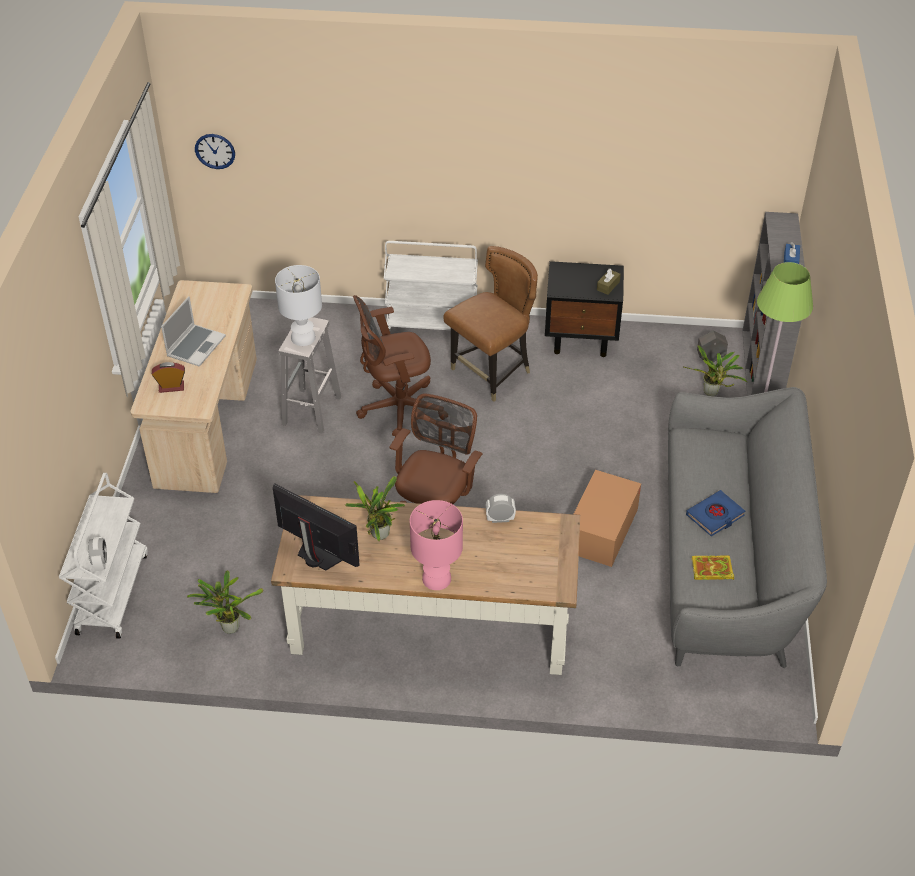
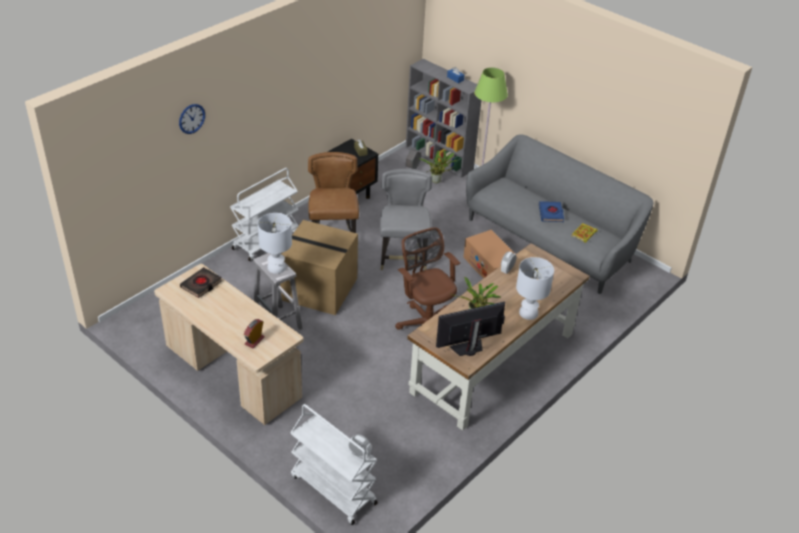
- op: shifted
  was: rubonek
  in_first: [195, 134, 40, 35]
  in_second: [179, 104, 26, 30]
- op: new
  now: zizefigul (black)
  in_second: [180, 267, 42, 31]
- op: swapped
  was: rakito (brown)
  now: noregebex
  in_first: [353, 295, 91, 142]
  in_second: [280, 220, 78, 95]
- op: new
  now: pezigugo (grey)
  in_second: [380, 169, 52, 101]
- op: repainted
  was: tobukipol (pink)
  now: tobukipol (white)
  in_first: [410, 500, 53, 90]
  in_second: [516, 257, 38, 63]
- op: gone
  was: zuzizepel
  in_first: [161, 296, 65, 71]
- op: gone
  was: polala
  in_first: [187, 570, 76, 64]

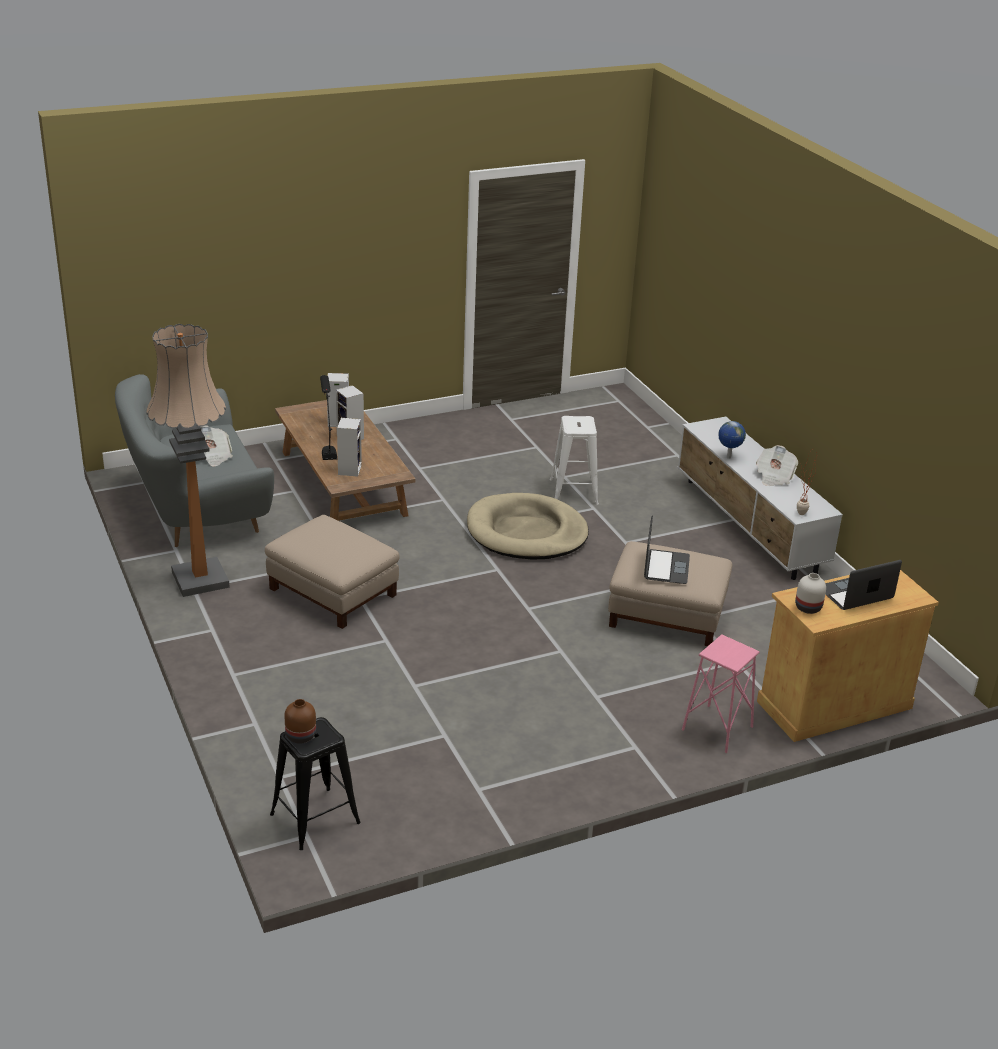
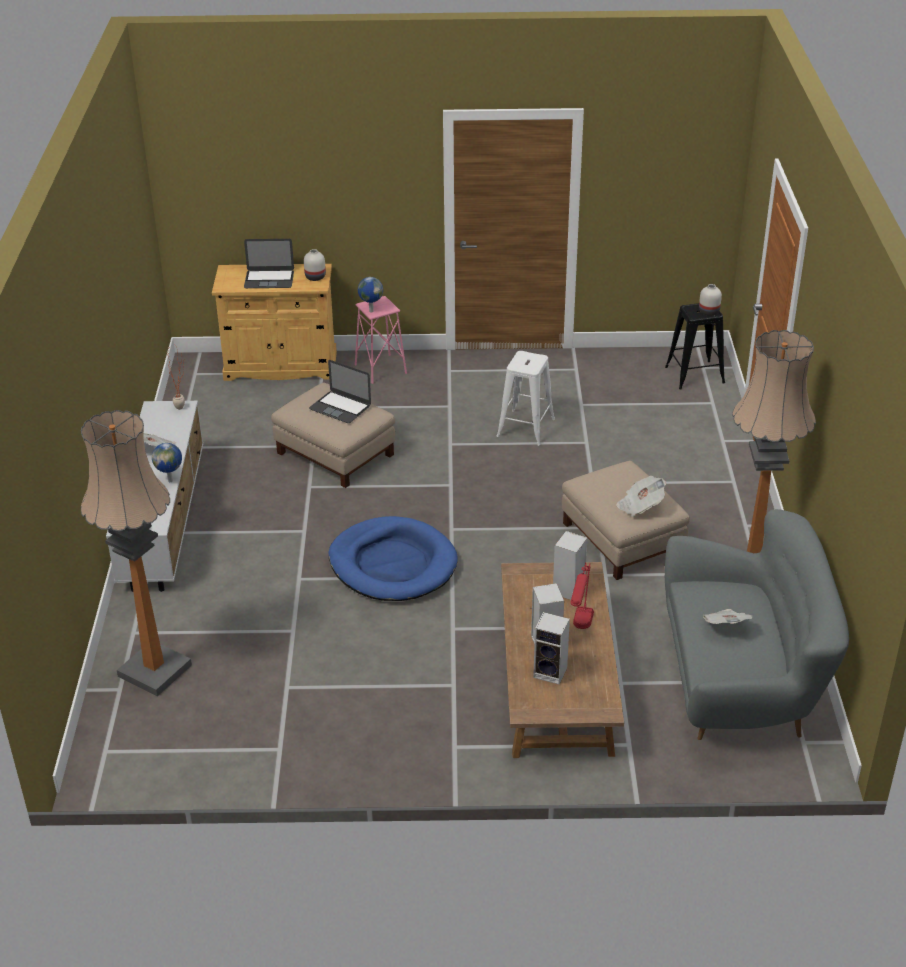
- op: new
  now: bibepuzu
  in_second: [81, 410, 111, 286]
- op: rotated
  was: zuzizepel
  in_first: [644, 515, 46, 69]
  in_second: [309, 360, 62, 63]
  clockwise: -90
- op: repainted
  was: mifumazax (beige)
  now: mifumazax (blue)
  in_first: [467, 493, 122, 67]
  in_second: [329, 516, 129, 85]
- op: new
  now: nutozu
  in_second: [358, 277, 25, 35]
- op: shifted
  was: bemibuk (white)
  in_first: [550, 416, 49, 89]
  in_second: [497, 351, 58, 95]
- op: repainted
  was: tobukipol (black)
  now: tobukipol (red)
  in_first: [320, 375, 17, 85]
  in_second: [571, 562, 23, 67]
- op: new
  now: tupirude
  in_second: [616, 476, 50, 41]
- op: repainted
  was: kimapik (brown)
  now: kimapik (white)
  in_first: [285, 699, 31, 45]
  in_second: [699, 284, 23, 32]

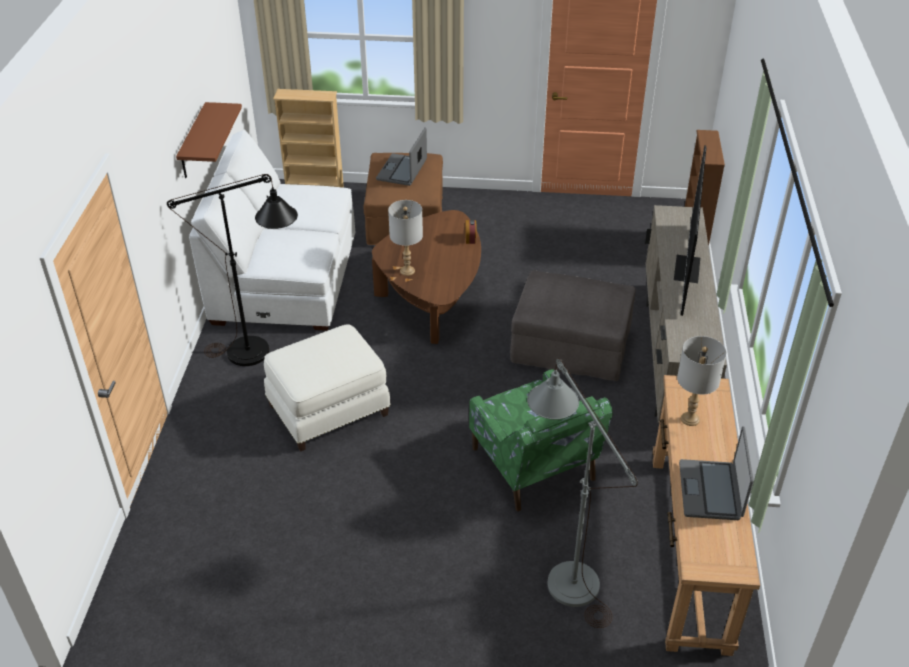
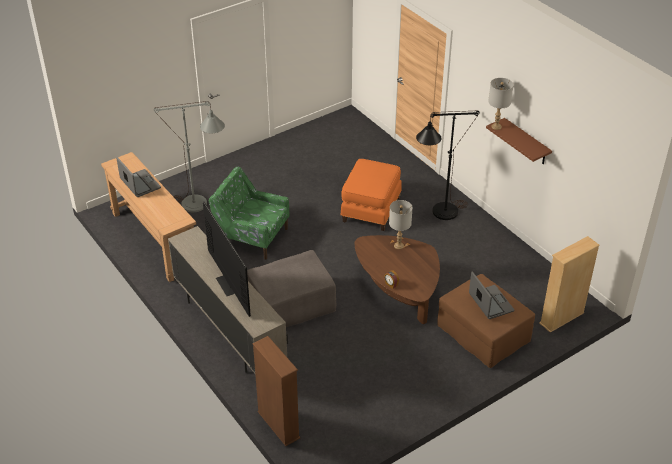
- op: repainted
  was: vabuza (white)
  now: vabuza (orange)
  in_first: [264, 324, 127, 128]
  in_second: [340, 159, 62, 72]
- op: shifted
  was: tobukipol (grey)
  in_first: [677, 336, 49, 90]
  in_second: [488, 78, 26, 52]
- op: gone
  was: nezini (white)
  in_first: [189, 129, 166, 202]

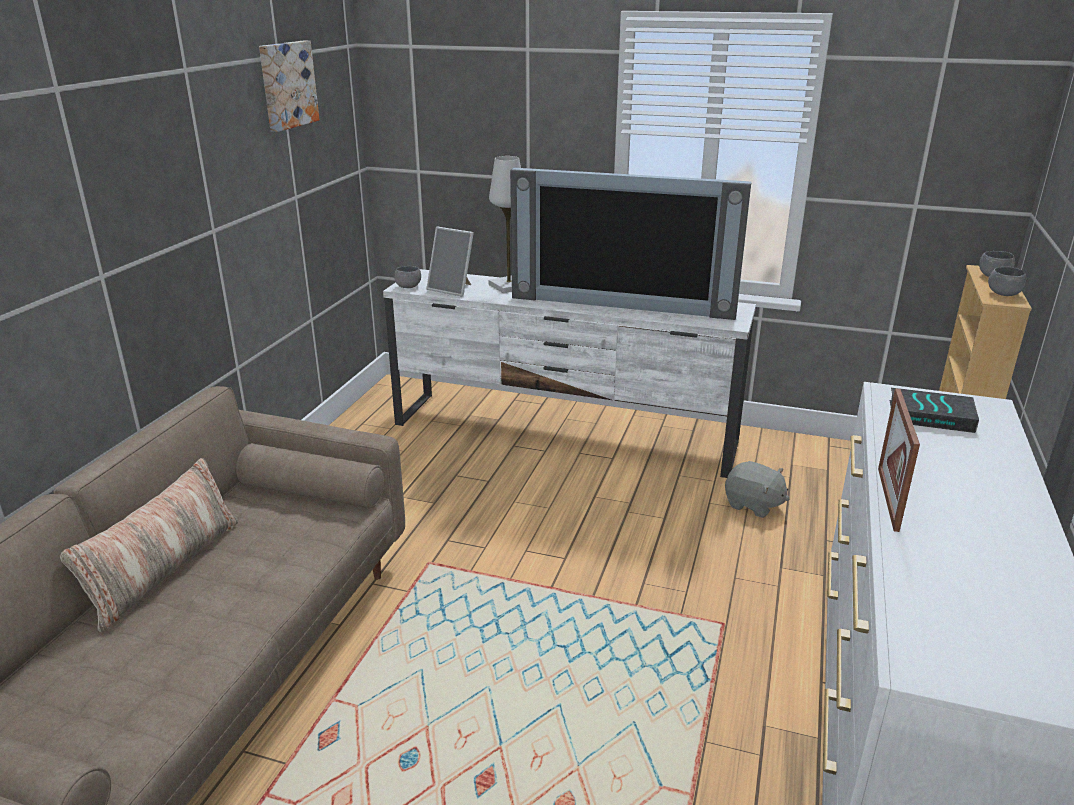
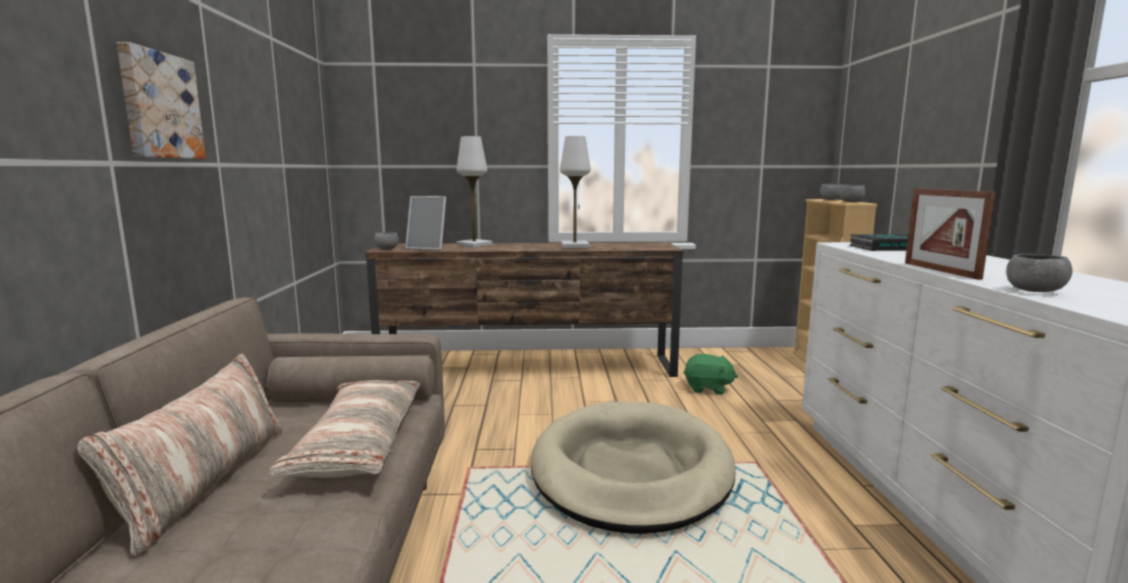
- op: shifted
  was: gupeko
  in_first: [259, 41, 60, 91]
  in_second: [117, 42, 89, 117]
- op: new
  now: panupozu
  in_second: [269, 380, 151, 98]
- op: repainted
  was: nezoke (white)
  now: nezoke (brown)
  in_first: [383, 269, 373, 209]
  in_second: [365, 242, 318, 135]
- op: new
  now: mifumazax (beige)
  in_second: [531, 401, 205, 133]
- op: swapped
  was: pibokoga
  now: tobukipol (white)
  in_first: [510, 168, 242, 152]
  in_second: [560, 136, 31, 112]
- op: repainted
  was: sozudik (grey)
  now: sozudik (green)
  in_first: [725, 461, 64, 57]
  in_second: [684, 354, 54, 41]
- op: new
  now: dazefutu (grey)
  in_second: [1006, 254, 66, 38]

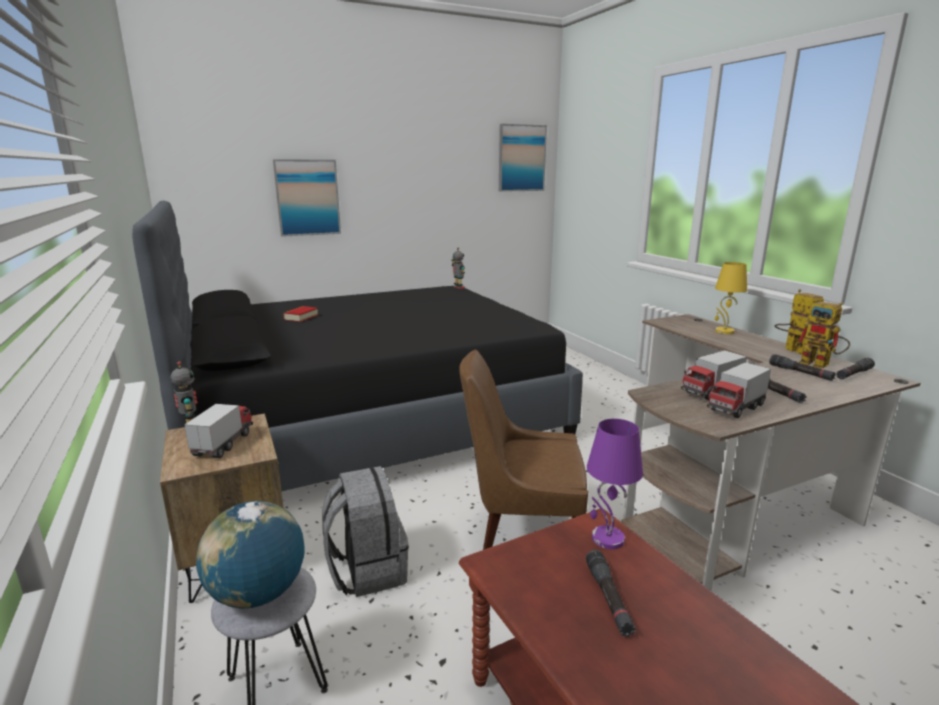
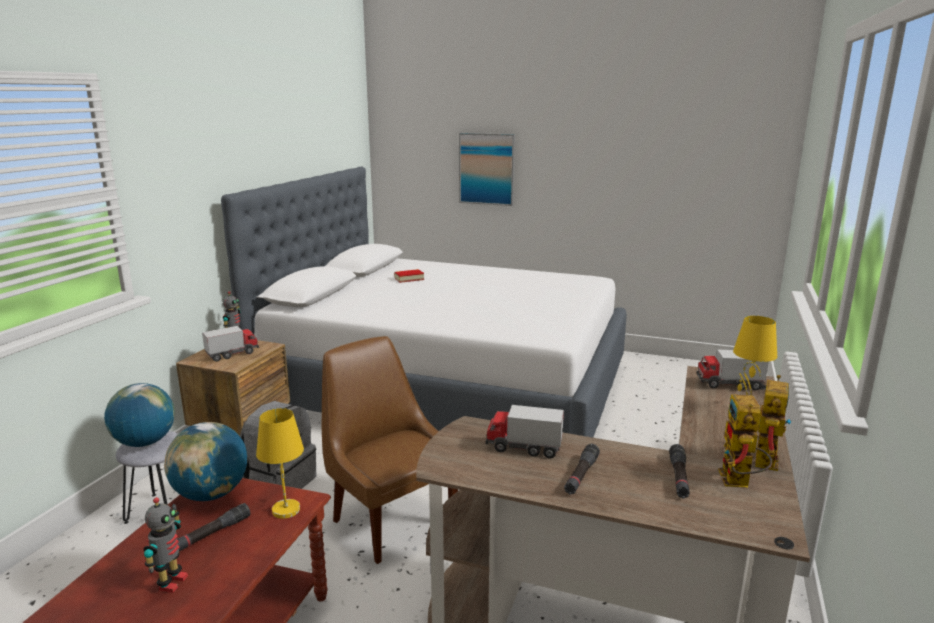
- op: shifted
  was: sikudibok
  in_first: [451, 248, 14, 41]
  in_second: [144, 497, 44, 96]
- op: new
  now: nutozu
  in_second: [164, 422, 83, 79]
- op: repainted
  was: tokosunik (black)
  now: tokosunik (white)
  in_first: [132, 201, 451, 290]
  in_second: [221, 167, 406, 271]
- op: repainted
  was: tobukipol (purple)
  now: tobukipol (yellow)
  in_first: [587, 419, 56, 130]
  in_second: [256, 408, 48, 111]
- op: shifted
  was: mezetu
  in_first: [707, 362, 64, 56]
  in_second: [696, 349, 73, 41]
- op: gone
  was: gupeko
  in_first: [499, 124, 48, 68]
- op: gone
  was: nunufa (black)
  in_first: [836, 358, 39, 21]

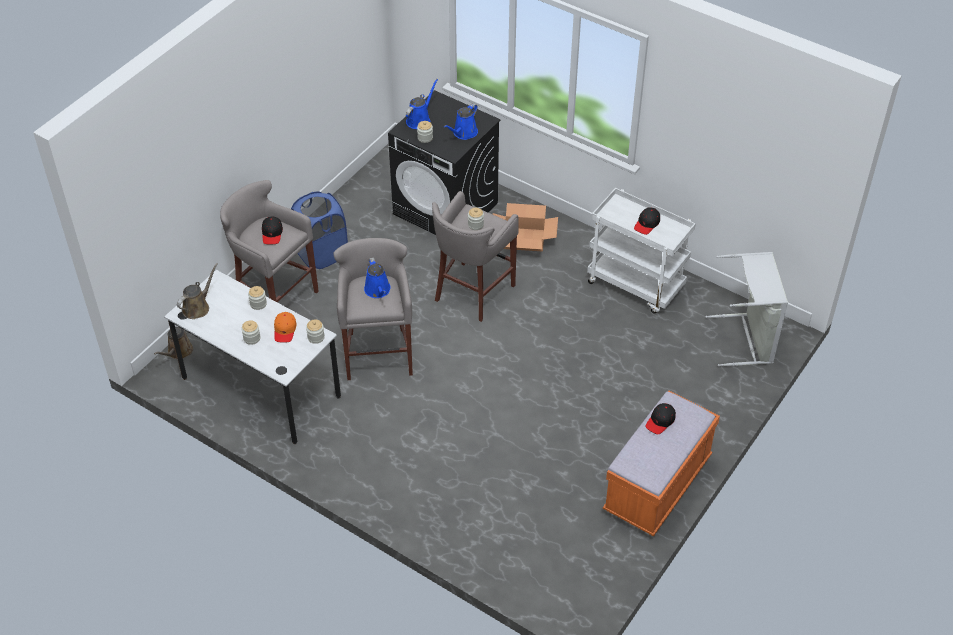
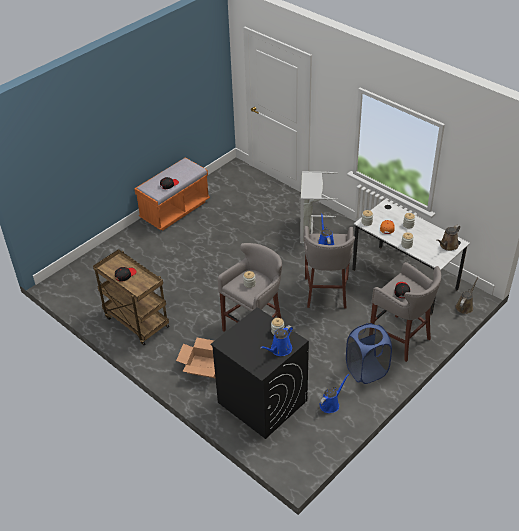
- op: repainted
  was: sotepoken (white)
  now: sotepoken (brown)
  in_first: [587, 188, 109, 126]
  in_second: [93, 249, 76, 97]
- op: shifted
  was: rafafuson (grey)
  in_first: [705, 252, 83, 114]
  in_second: [300, 171, 38, 72]
- op: shifted
  was: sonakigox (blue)
  in_first: [444, 103, 34, 37]
  in_second: [319, 374, 30, 39]

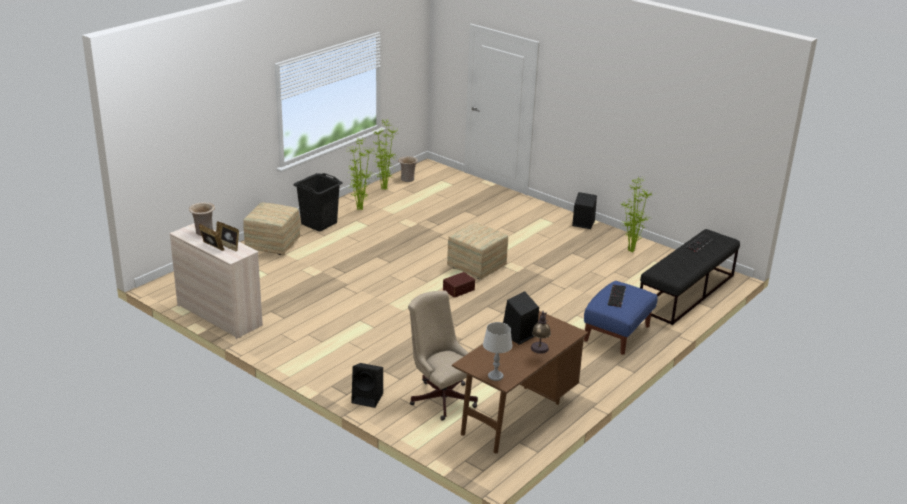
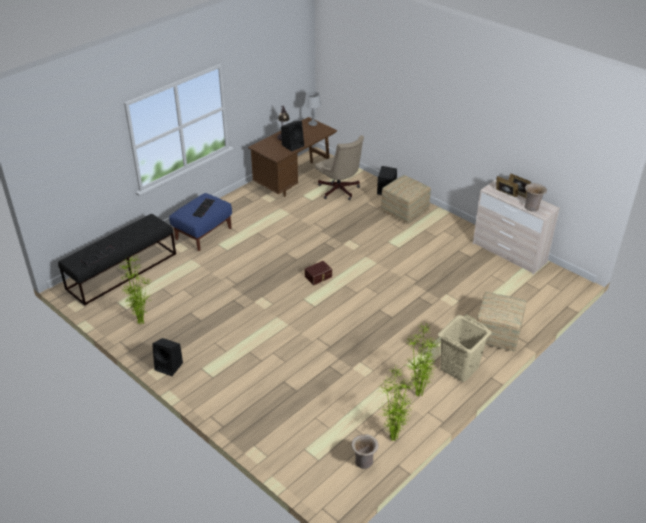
- op: shifted
  was: vabuza
  in_first: [447, 223, 61, 56]
  in_second: [381, 175, 50, 49]
- op: repainted
  was: rafafuson (black)
  now: rafafuson (beige)
  in_first: [293, 173, 49, 58]
  in_second: [438, 315, 53, 67]

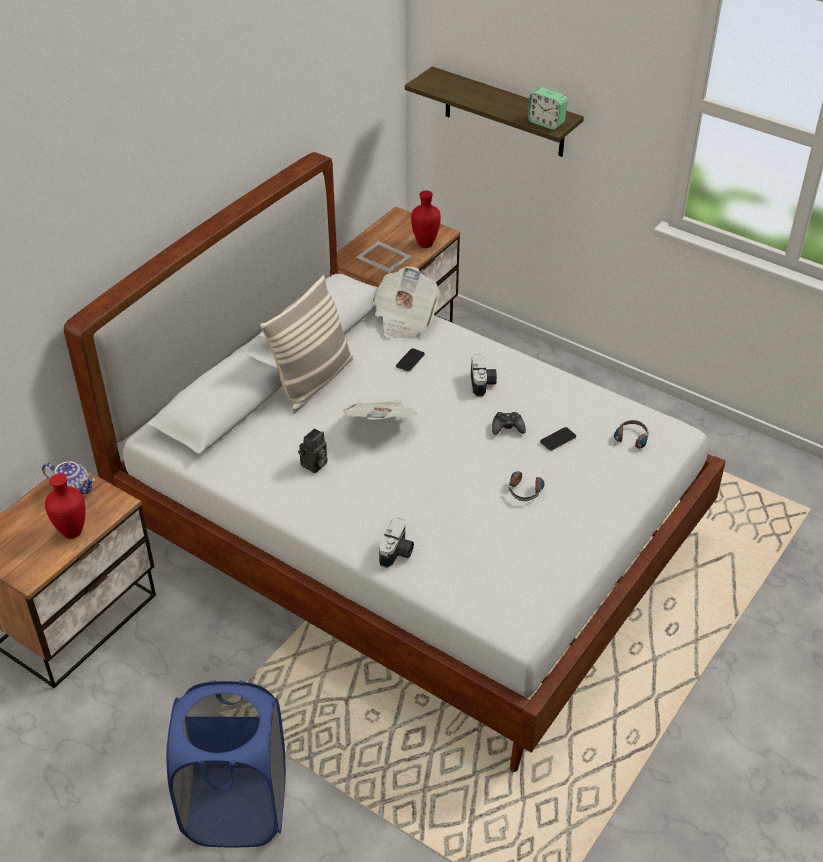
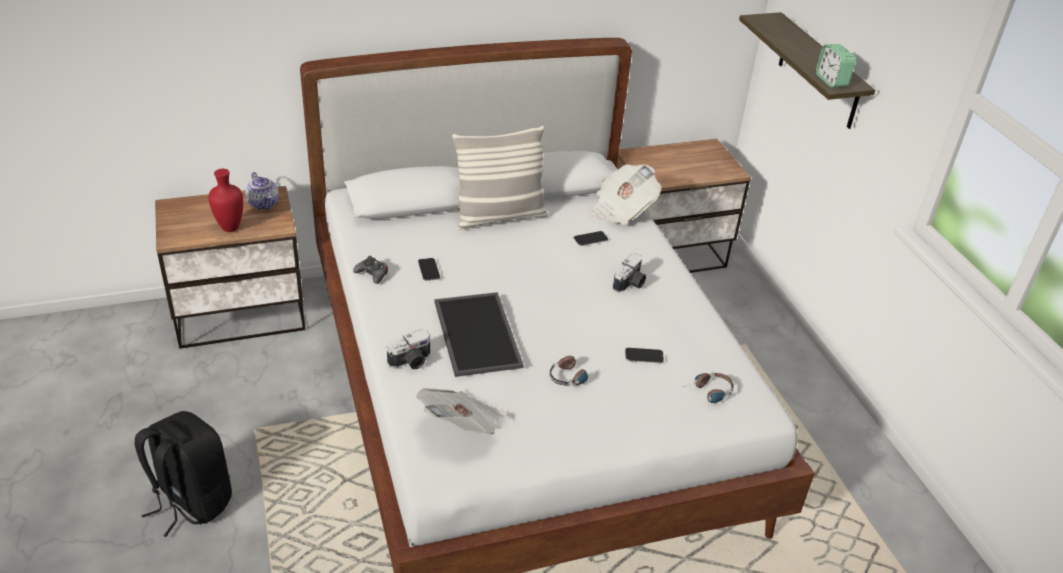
- op: swapped
  was: rafafuson (blue)
  now: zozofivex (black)
  in_first: [166, 680, 120, 168]
  in_second: [135, 411, 97, 126]
- op: shifted
  was: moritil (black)
  in_first: [492, 412, 34, 23]
  in_second: [353, 256, 35, 28]
- op: shifted
  was: tupirude
  in_first: [343, 400, 74, 20]
  in_second: [417, 388, 90, 47]
- op: swapped
  was: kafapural
  now: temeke
  in_first: [298, 428, 30, 45]
  in_second: [418, 258, 22, 23]
- op: new
  now: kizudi
  in_second: [435, 292, 89, 85]
- op: gone
  was: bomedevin
  in_first: [356, 241, 56, 32]
- op: gone
  was: kimapik (red)
  in_first: [411, 190, 30, 58]

